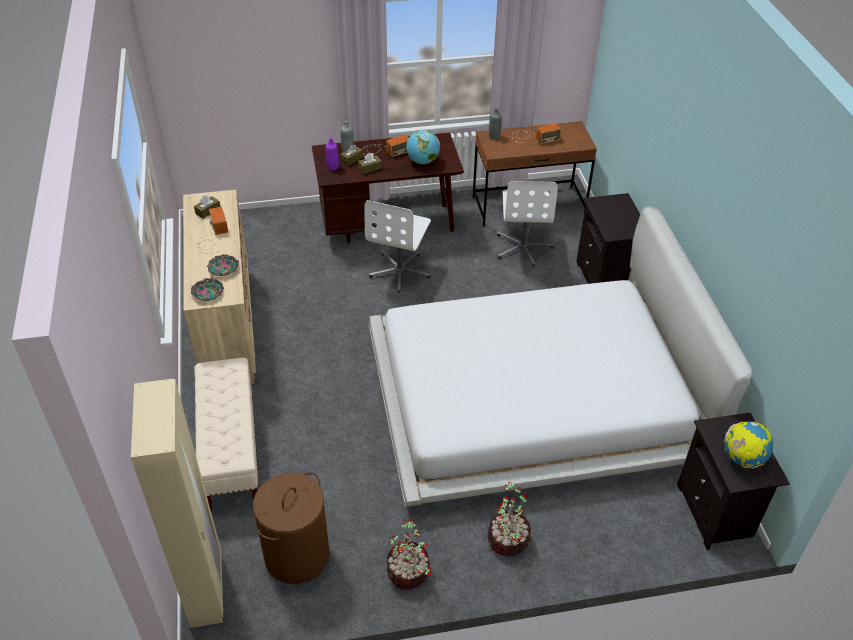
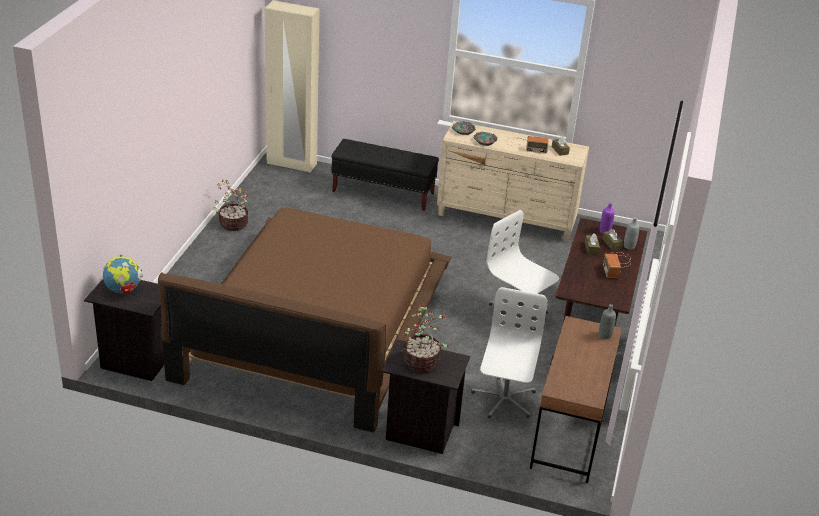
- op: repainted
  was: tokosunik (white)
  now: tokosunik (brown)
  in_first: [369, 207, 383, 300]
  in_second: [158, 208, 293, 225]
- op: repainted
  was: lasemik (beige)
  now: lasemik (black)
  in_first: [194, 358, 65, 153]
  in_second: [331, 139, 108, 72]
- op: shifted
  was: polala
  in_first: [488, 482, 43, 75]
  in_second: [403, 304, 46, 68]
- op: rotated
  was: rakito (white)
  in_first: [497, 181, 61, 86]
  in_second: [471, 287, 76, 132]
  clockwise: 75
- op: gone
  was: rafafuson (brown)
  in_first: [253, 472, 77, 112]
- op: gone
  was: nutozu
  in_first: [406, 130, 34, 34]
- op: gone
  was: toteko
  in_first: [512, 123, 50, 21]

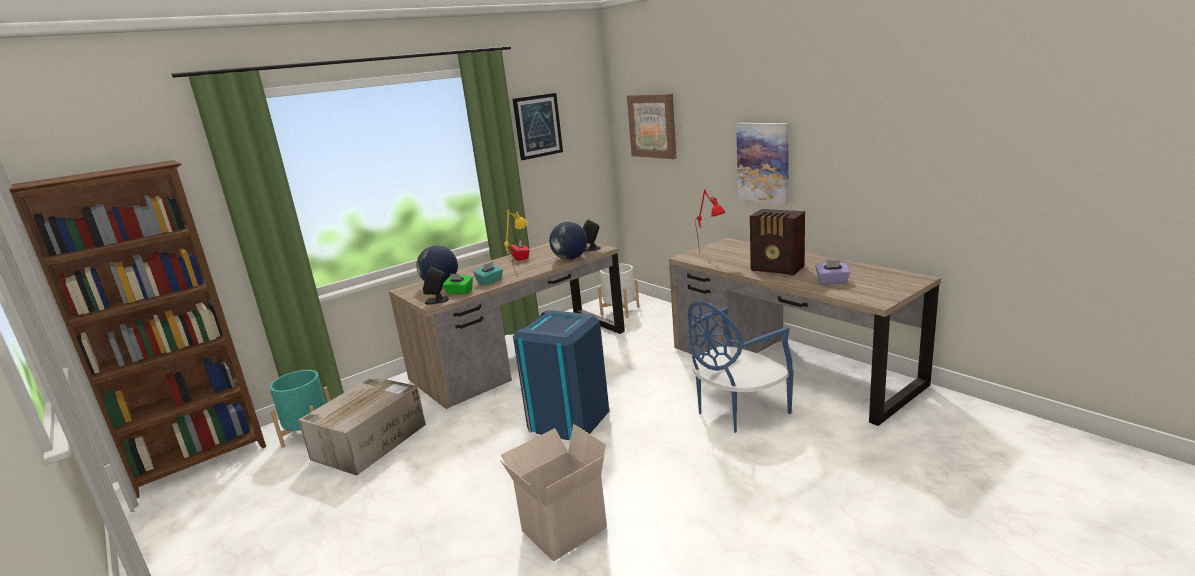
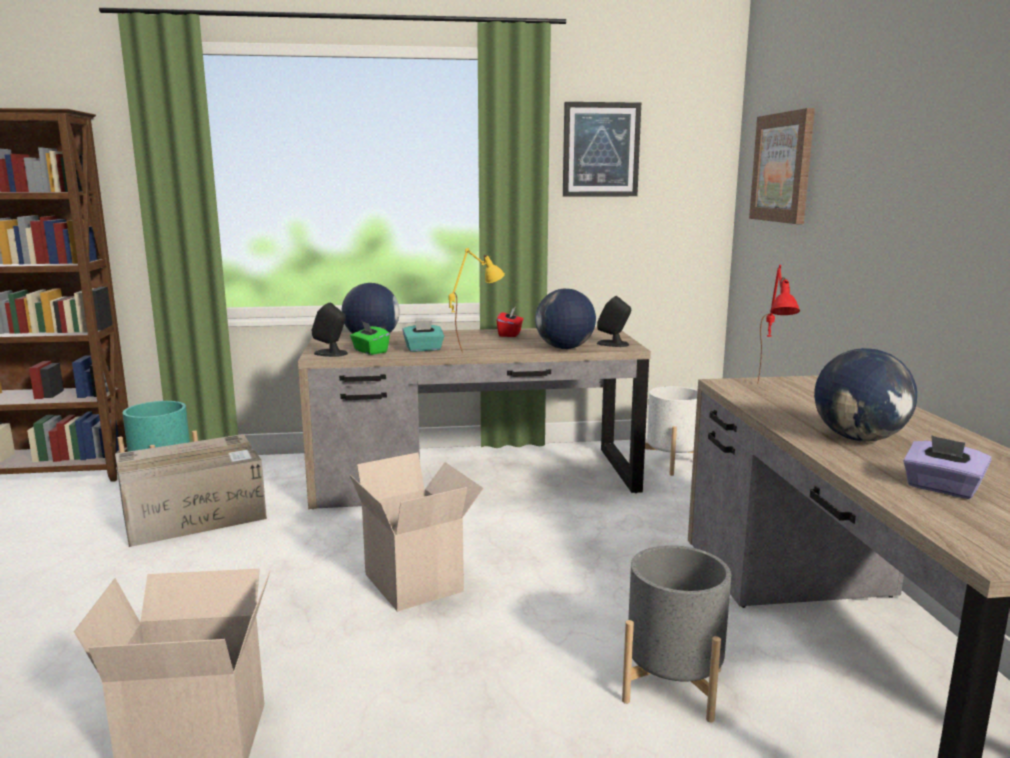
- op: swapped
  was: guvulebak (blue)
  now: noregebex
  in_first: [513, 310, 96, 130]
  in_second: [350, 453, 134, 159]
- op: swapped
  was: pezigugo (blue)
  now: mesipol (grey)
  in_first: [688, 301, 106, 132]
  in_second: [622, 545, 109, 177]
- op: swapped
  was: toteko
  now: nutozu
  in_first: [750, 209, 55, 67]
  in_second: [814, 348, 103, 93]
- op: gone
  was: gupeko
  in_first: [736, 123, 53, 82]

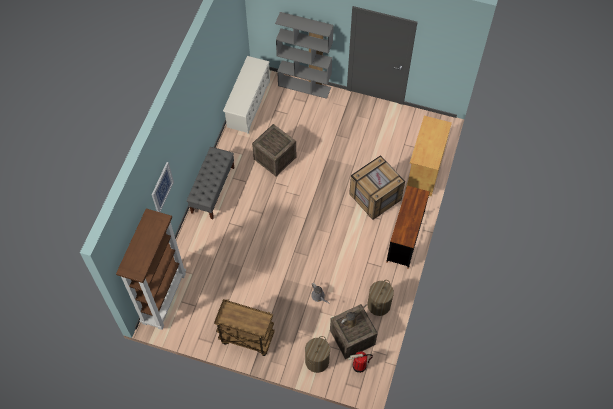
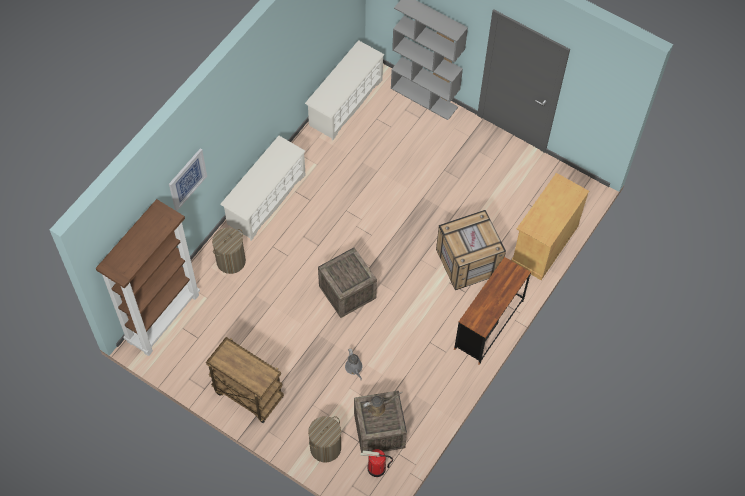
- op: shifted
  was: rafafuson
  in_first: [367, 280, 27, 36]
  in_second: [212, 228, 34, 46]
- op: swapped
  was: lasemik (grey)
  now: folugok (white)
  in_first: [187, 147, 48, 72]
  in_second: [220, 136, 86, 105]
- op: shifted
  was: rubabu
  in_first: [252, 124, 44, 52]
  in_second: [318, 247, 59, 71]

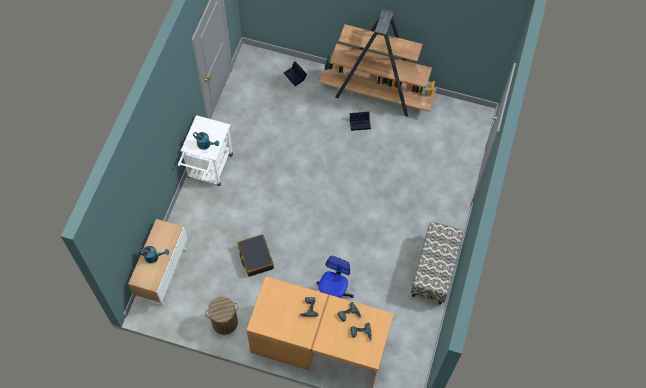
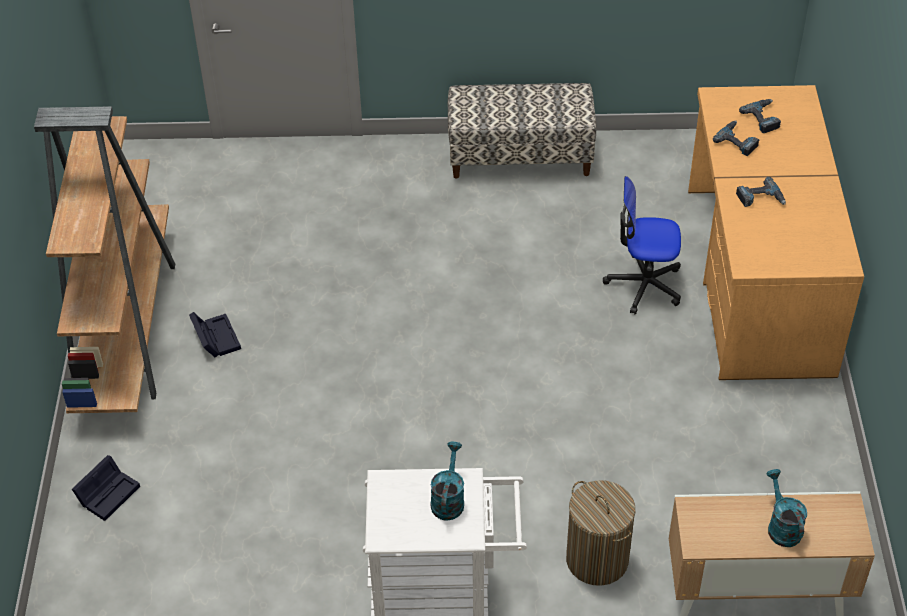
- op: shifted
  was: rafafuson
  in_first: [205, 297, 34, 38]
  in_second: [566, 480, 69, 106]
- op: gone
  was: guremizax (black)
  in_first: [238, 234, 36, 43]

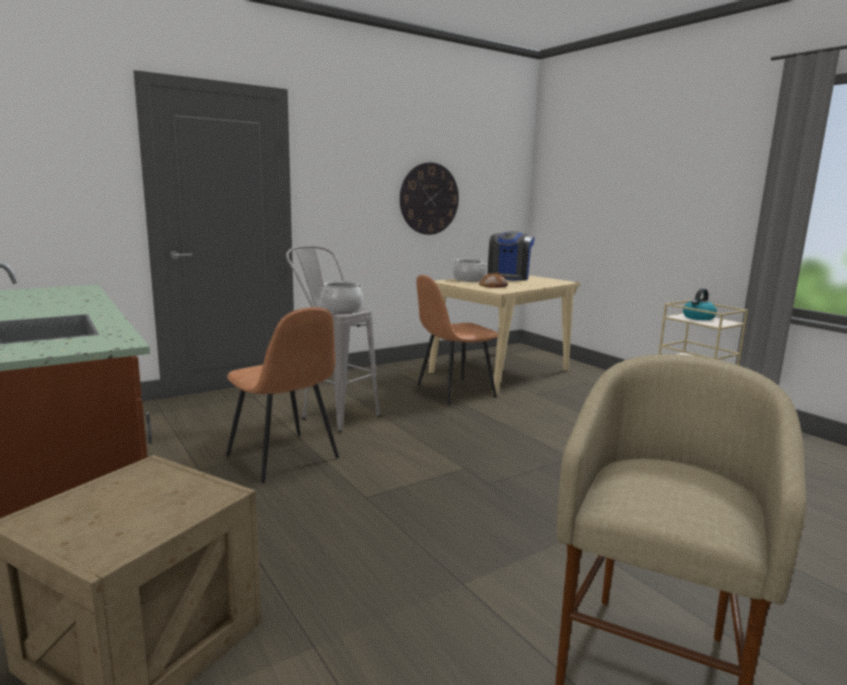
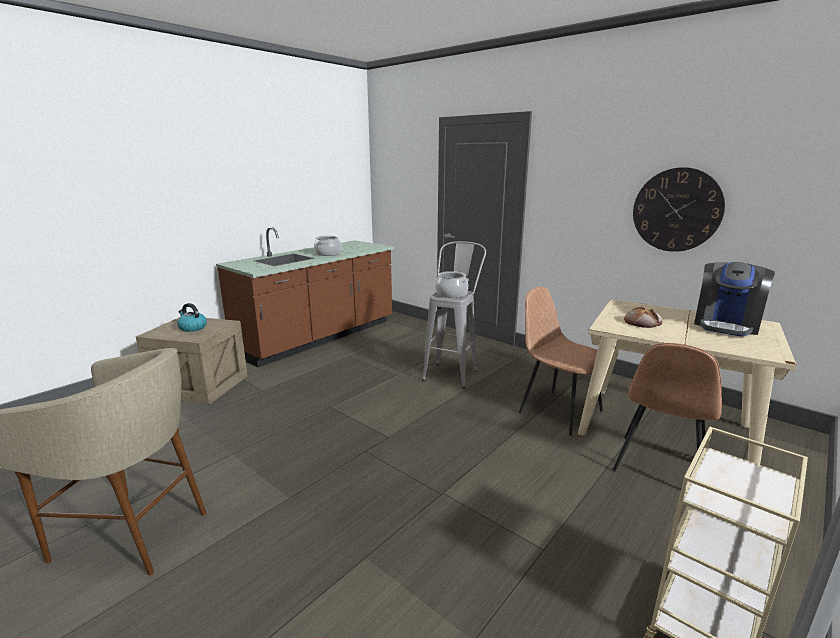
- op: shifted
  was: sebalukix
  in_first: [683, 288, 34, 32]
  in_second: [177, 303, 30, 29]
- op: shifted
  was: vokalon
  in_first: [453, 259, 33, 23]
  in_second: [314, 236, 28, 20]
- op: shifted
  was: pezigugo (brown)
  in_first: [226, 307, 113, 176]
  in_second: [613, 343, 109, 128]
- op: rotated
  was: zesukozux
  in_first: [487, 231, 48, 50]
  in_second: [694, 262, 81, 75]
  clockwise: -60

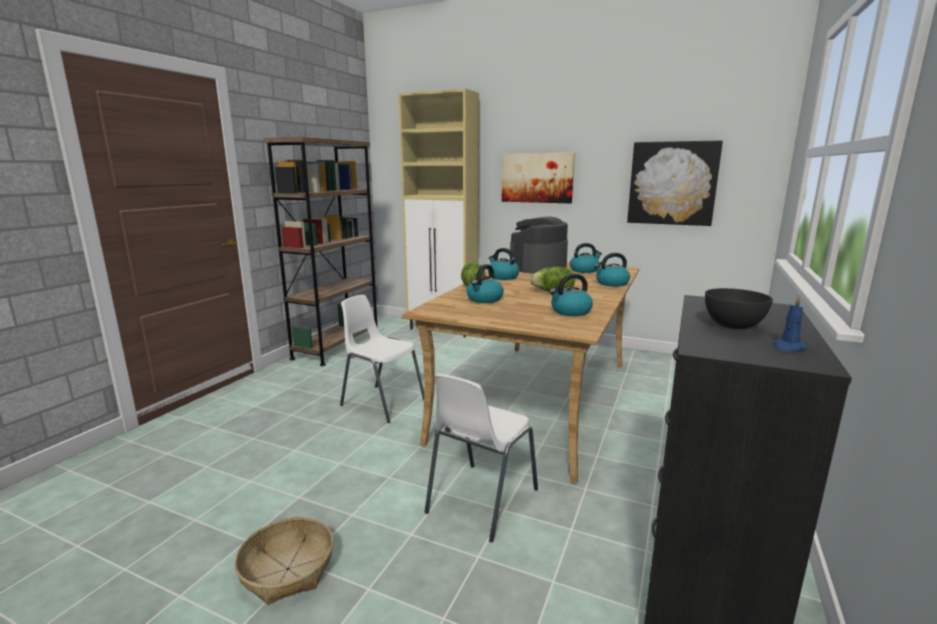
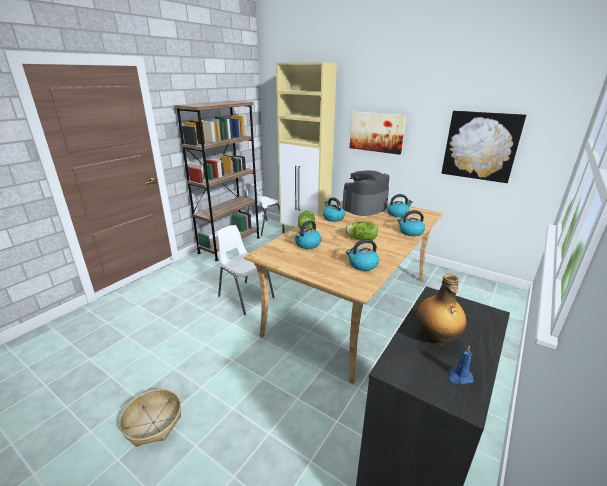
- op: shifted
  was: pezigugo (white)
  in_first: [425, 374, 113, 168]
  in_second: [245, 183, 35, 53]
- op: swapped
  was: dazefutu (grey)
  now: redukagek
  in_first: [705, 288, 68, 41]
  in_second: [416, 274, 51, 72]

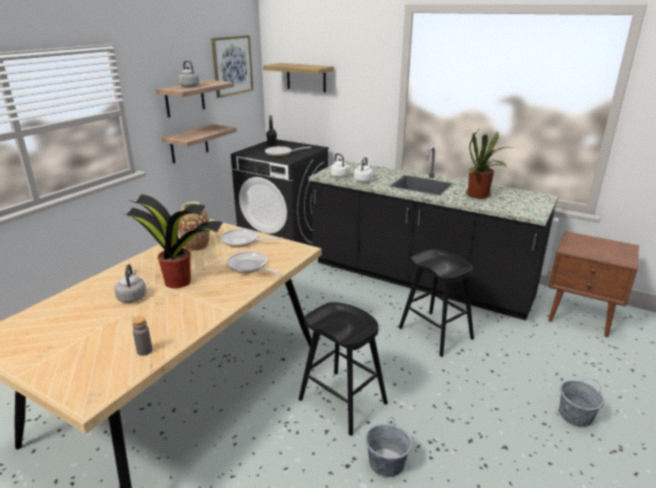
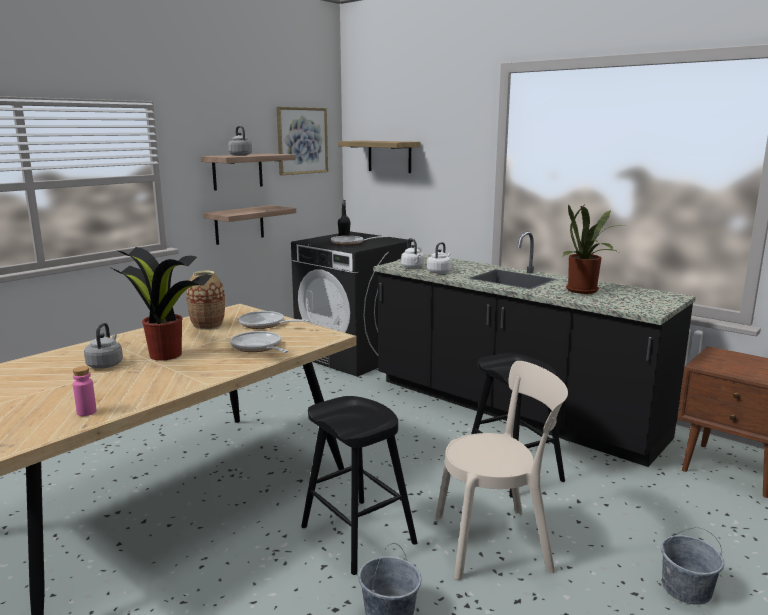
- op: repainted
  was: redukagek (grey)
  now: redukagek (pink)
  in_first: [132, 316, 21, 40]
  in_second: [73, 366, 24, 50]
- op: new
  now: pezigugo (beige)
  in_second: [435, 361, 133, 219]

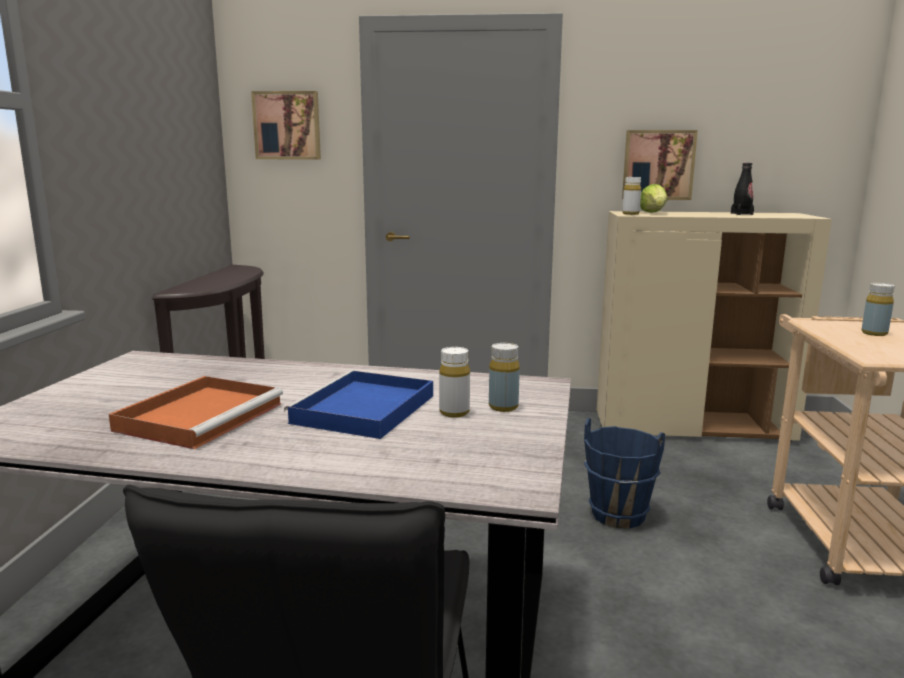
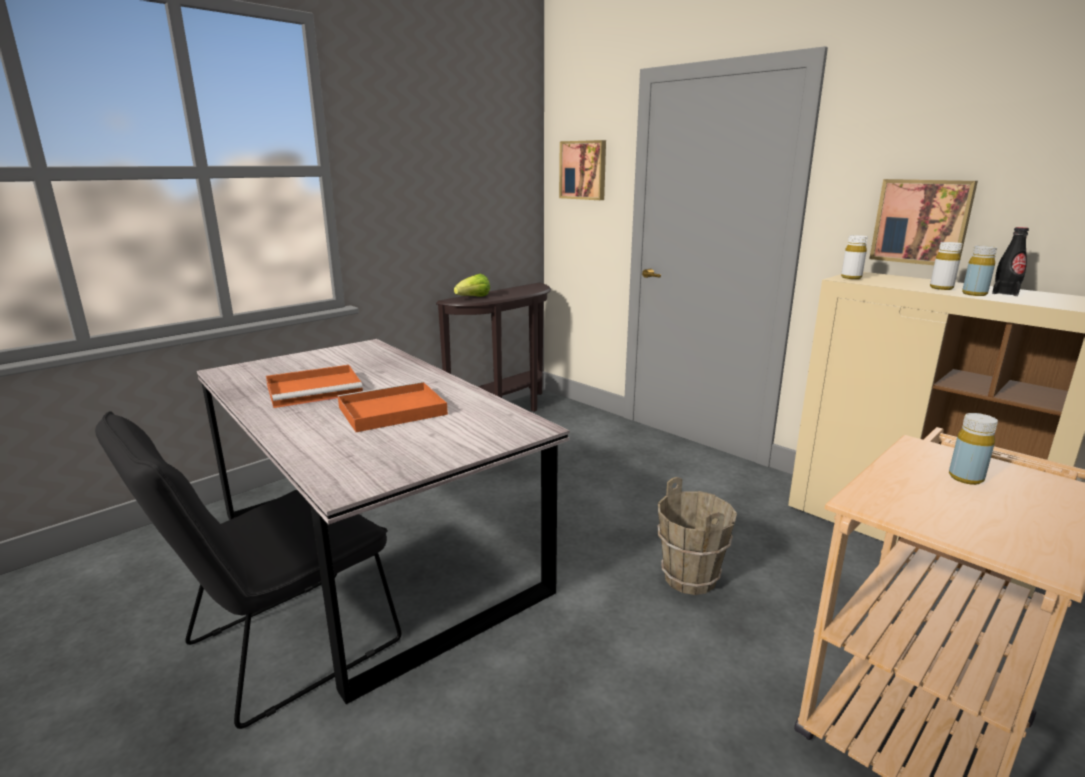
- op: repainted
  was: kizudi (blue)
  now: kizudi (orange)
  in_first: [284, 370, 149, 69]
  in_second: [338, 381, 110, 51]
- op: shifted
  was: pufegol
  in_first: [640, 184, 28, 29]
  in_second: [454, 274, 36, 23]
- op: repainted
  was: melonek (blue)
  now: melonek (brown)
  in_first: [584, 418, 81, 111]
  in_second: [658, 477, 79, 118]
- op: shifted
  was: redukagek (white)
  in_first: [439, 347, 31, 71]
  in_second: [930, 242, 32, 48]
- op: shifted
  was: redukagek (yellow)
  in_first: [489, 343, 31, 69]
  in_second: [962, 246, 35, 50]

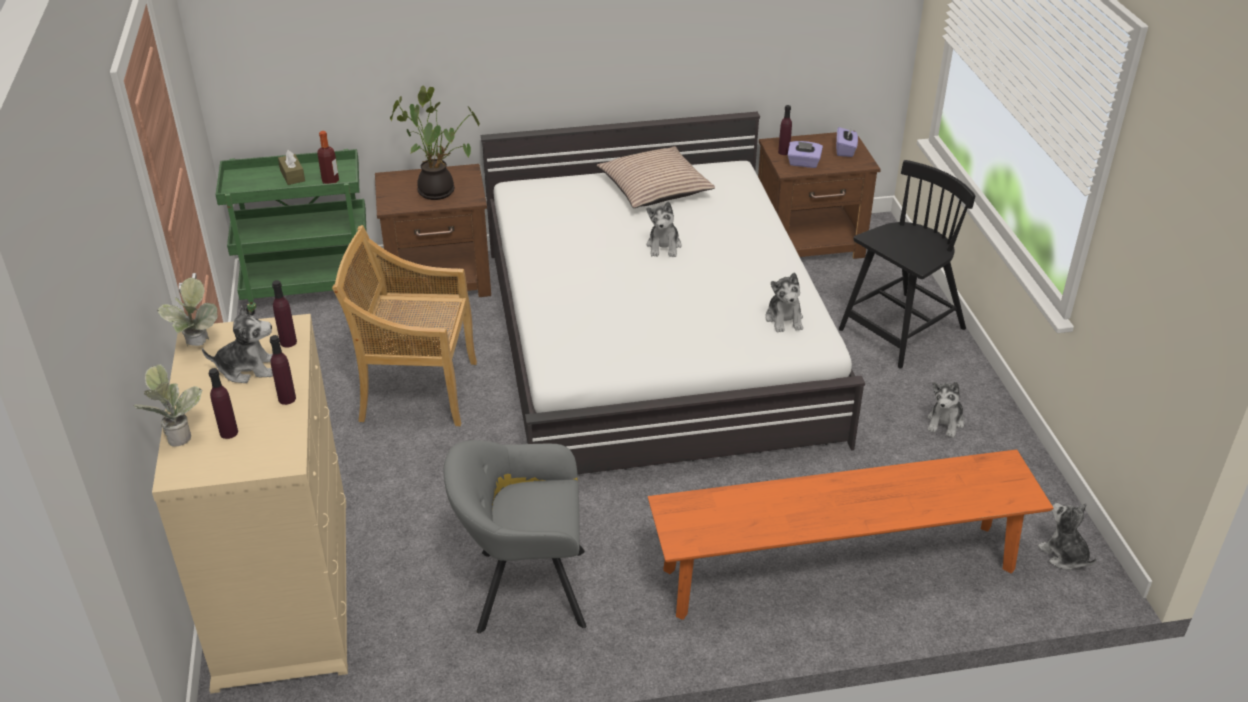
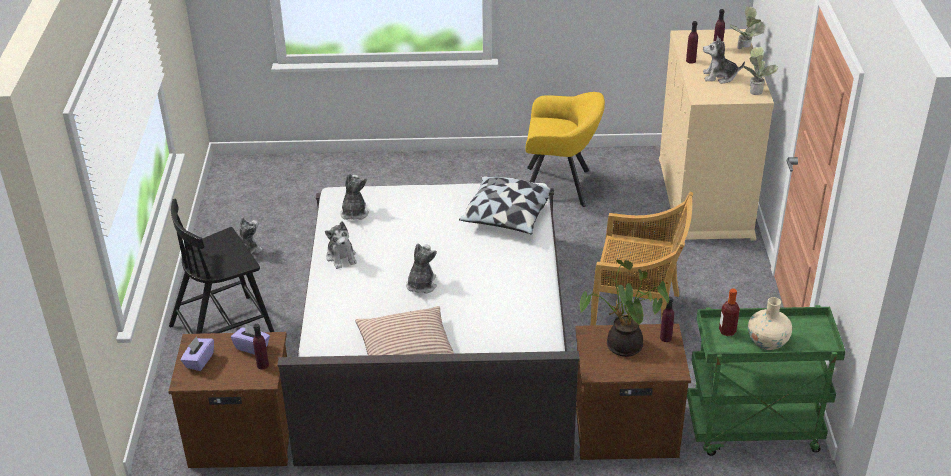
- op: shifted
  was: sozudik
  in_first: [1038, 503, 59, 67]
  in_second: [325, 222, 32, 47]
- op: new
  now: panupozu
  in_second: [459, 176, 96, 59]
- op: repainted
  was: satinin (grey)
  now: satinin (yellow)
  in_first: [443, 440, 144, 193]
  in_second: [525, 92, 80, 115]
- op: shifted
  was: redukagek (purple)
  in_first: [272, 280, 25, 67]
  in_second: [660, 297, 14, 45]
- op: swapped
  was: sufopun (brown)
  now: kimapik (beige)
  in_first: [278, 150, 27, 35]
  in_second: [748, 297, 44, 53]
- op: gone
  was: lasemik (orange)
  in_first: [648, 449, 405, 171]

